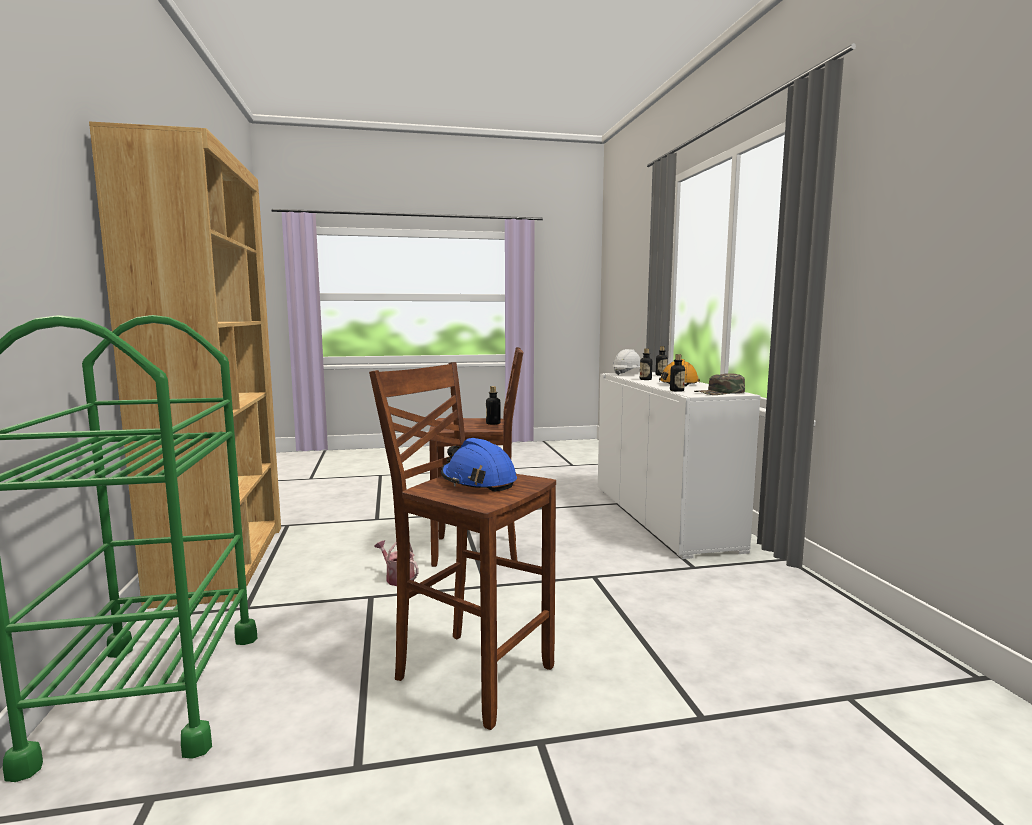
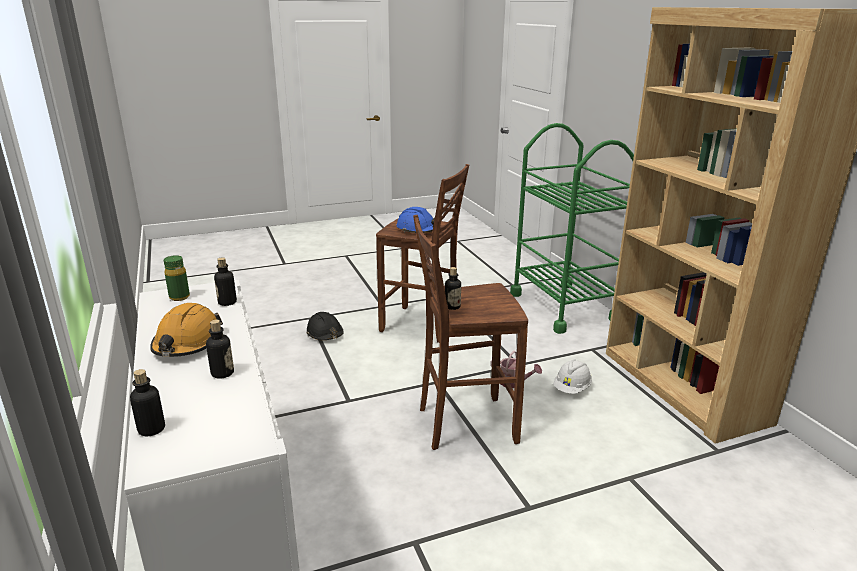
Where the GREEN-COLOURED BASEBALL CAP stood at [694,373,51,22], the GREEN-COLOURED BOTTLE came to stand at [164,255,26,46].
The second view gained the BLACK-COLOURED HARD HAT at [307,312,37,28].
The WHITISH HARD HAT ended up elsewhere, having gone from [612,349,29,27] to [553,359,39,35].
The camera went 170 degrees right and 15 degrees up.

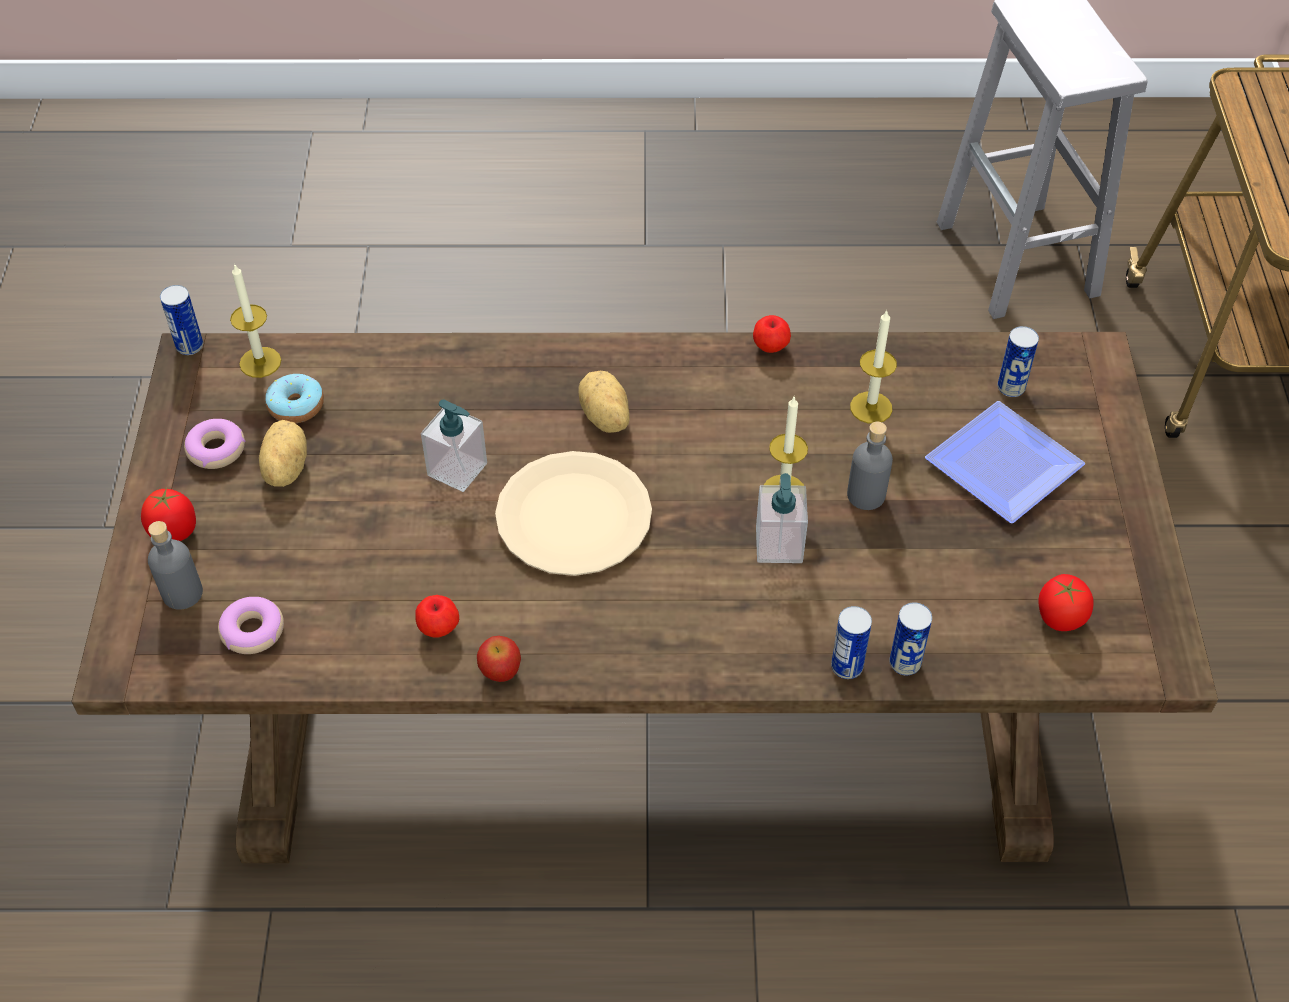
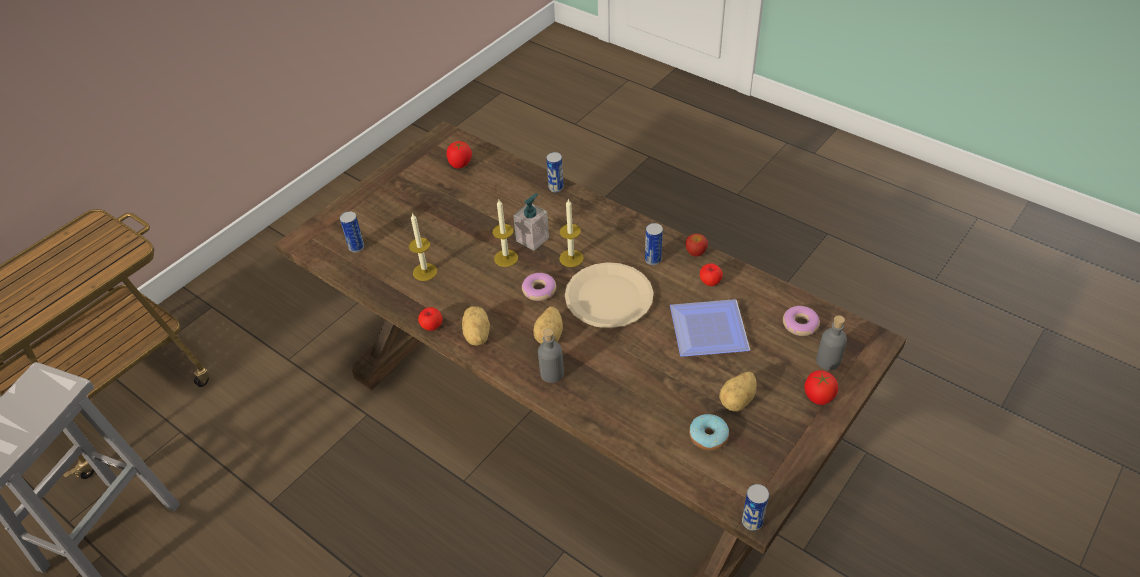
The second view gained the WHOLE POTATO at [462,306,28,40].
The DONUT ended up elsewhere, having gone from [184,419,62,50] to [522,273,34,28].
The GRAY BOTTLE ended up elsewhere, having gone from [847,422,46,88] to [538,328,26,55].
The CANDLE ended up elsewhere, having gone from [230,263,51,115] to [559,199,25,68].
The SEALED CAN ended up elsewhere, having gone from [889,603,43,73] to [645,223,18,42].
The PLATE ended up elsewhere, having gone from [925,401,160,122] to [670,299,80,58].
The second view lost the LIQUID SOAP BOTTLE at [421,399,66,93].
The camera went 140 degrees left and 5 degrees down.

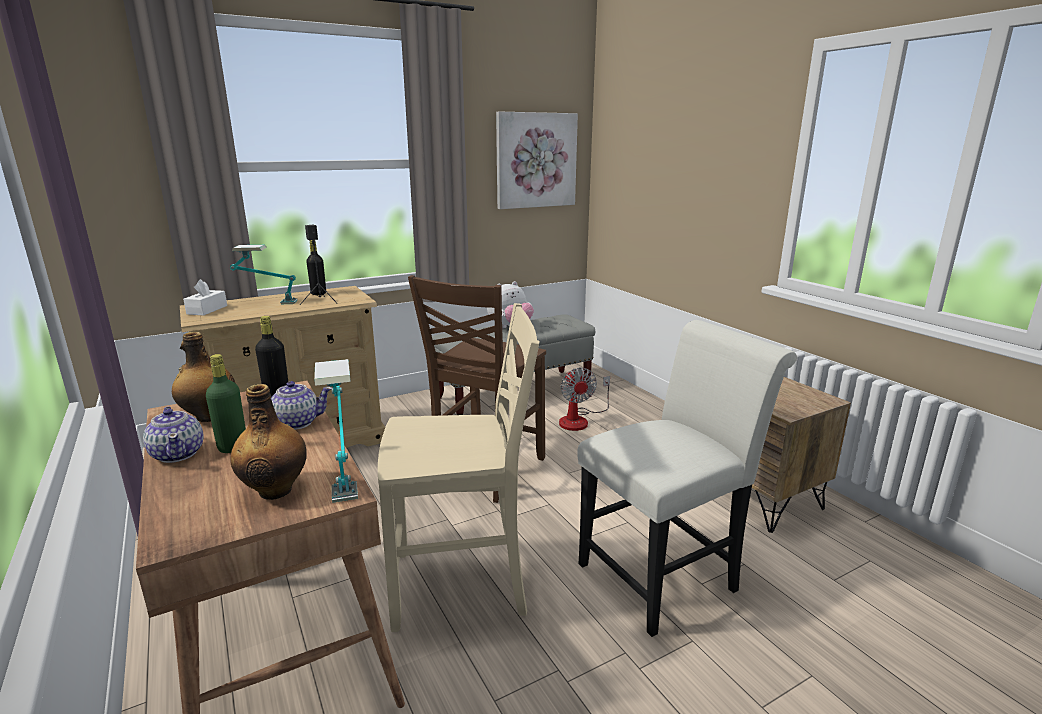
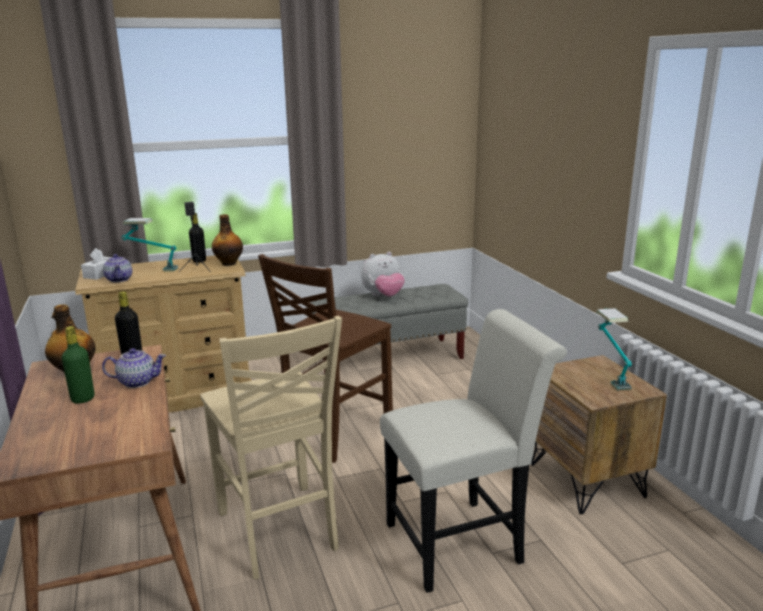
The TEAPOT ended up elsewhere, having gone from [143,406,61,57] to [103,254,29,28].
The BEIGE PLAIN CHAIR at [378,303,162,329] ended up facing another way, 60 degrees clockwise from before.
The BOTTLE ended up elsewhere, having gone from [230,384,77,116] to [212,214,31,52].
The LAMP FOR A TABLE ended up elsewhere, having gone from [314,359,44,144] to [596,308,36,82].
The second view lost the WALL ART at [496,112,82,97].
The second view lost the COOLING FAN at [559,367,51,64].
The camera went 10 degrees right and 0 degrees up.

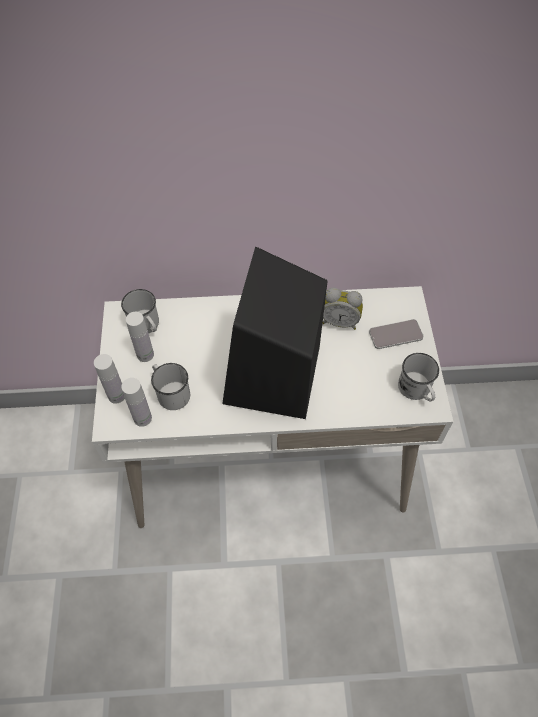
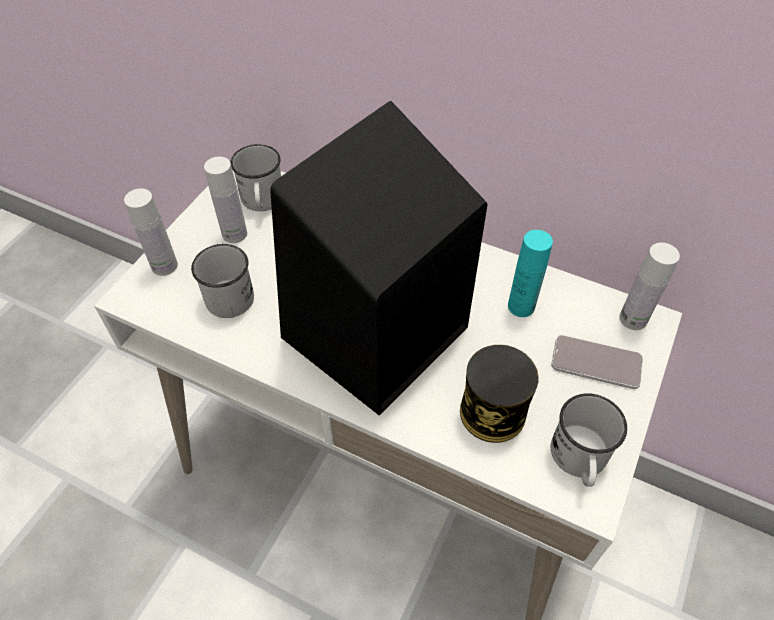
The second view gained the SEALED CAN at [460,345,79,98].
Where the BEDSIDE CLOCK stood at [322,287,41,43], the BLUE-GREEN BOTTLE came to stand at [508,230,45,87].
The WHITISH BOTTLE ended up elsewhere, having gone from [121,378,31,49] to [619,243,61,87].
The camera went 30 degrees right and 5 degrees down.

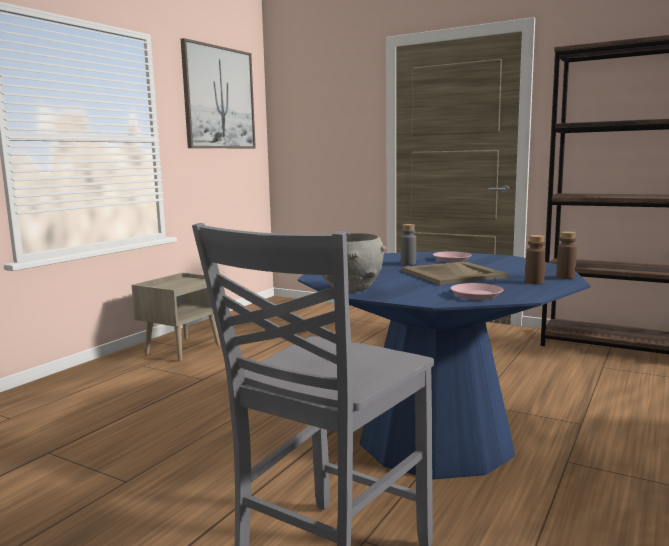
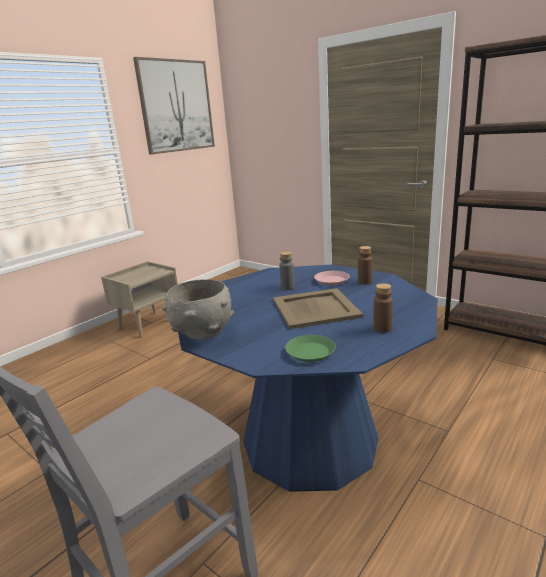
What was the PINK-COLOURED PLATE at [450,283,53,17] turned into the GREEN-COLOURED PLATE at [285,335,51,27].
The BROWN BOTTLE ended up elsewhere, having gone from [556,231,21,48] to [358,246,14,38].
The camera went 10 degrees right and 10 degrees up.

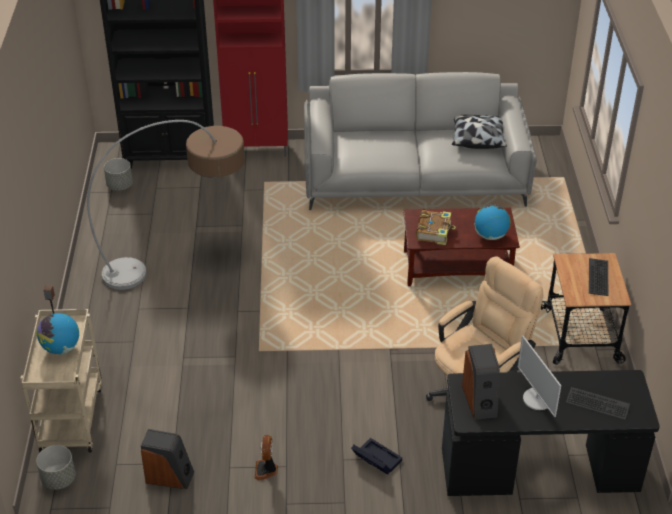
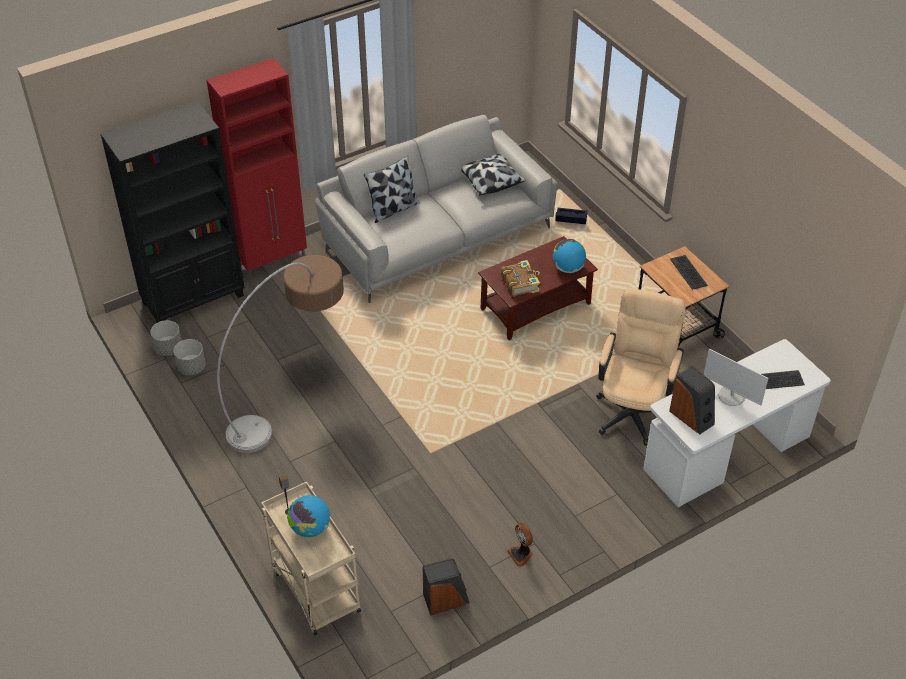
The GRAY PLANTER ended up elsewhere, having gone from [36,445,40,45] to [174,339,32,36].
The second view gained the THROW PILLOW at [364,156,56,67].
The BLACK-COLOURED STORAGE BIN ended up elsewhere, having gone from [351,438,51,37] to [556,208,32,16].
What was the BLACK-COLOURED DESK UNIT at [442,370,218,126] turned into the WHITISH DESK UNIT at [643,339,188,168].
The camera went 30 degrees left and 5 degrees up.

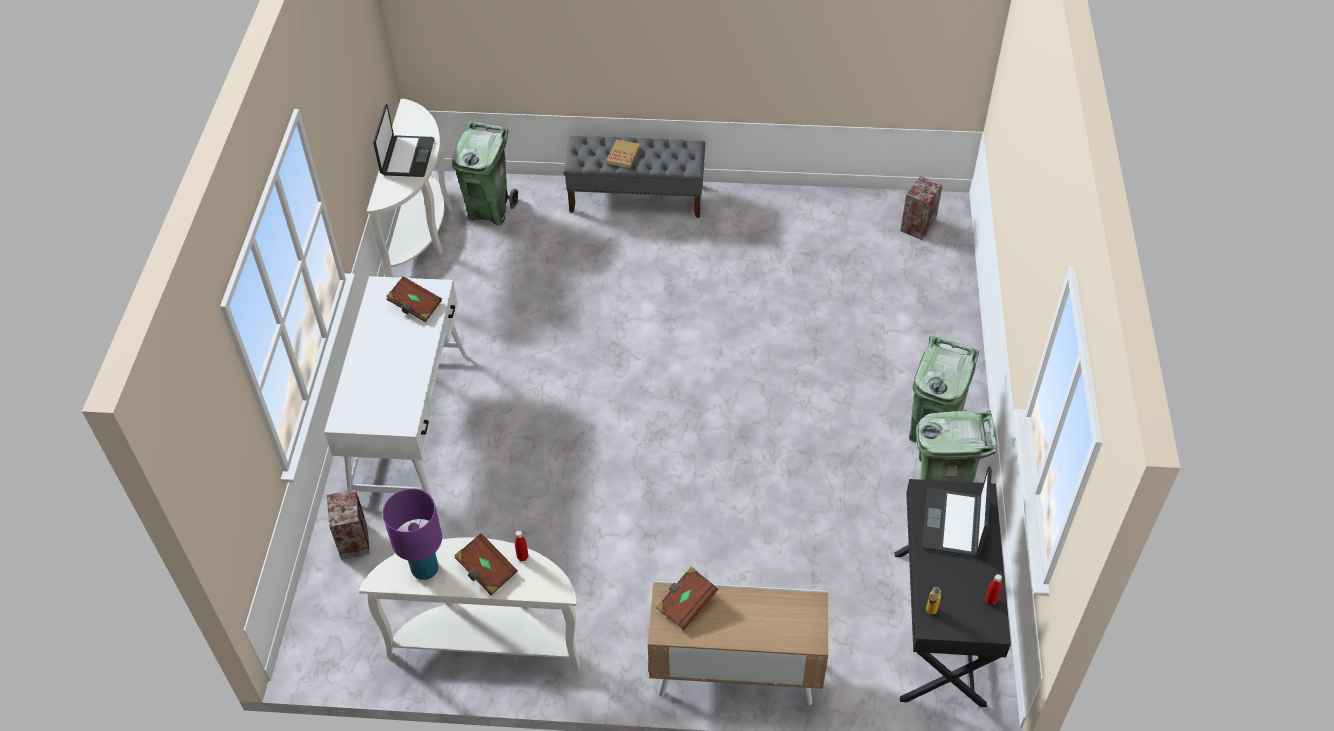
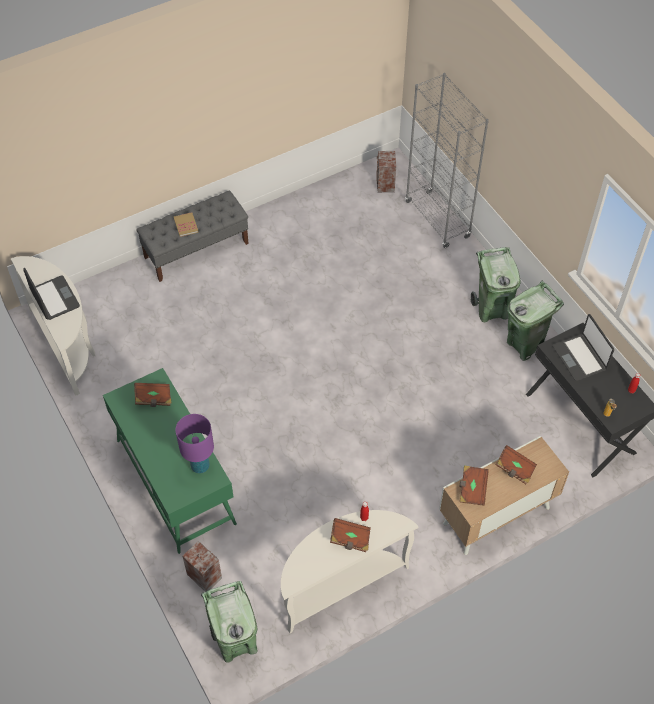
What was the WHITISH DESK UNIT at [324,276,143,221] turned into the GREEN-COLOURED DESK UNIT at [103,368,134,186].
The PURPLE-COLOURED LAMP FOR A TABLE ended up elsewhere, having gone from [383,489,59,91] to [175,414,39,59].
The GREEN-COLOURED WASTE BIN ended up elsewhere, having gone from [452,122,67,103] to [201,581,57,82].
The second view gained the GRAY BOOKCASE at [405,73,84,175].
The second view gained the BROWN BOUND BOOK at [496,445,41,39].
The camera went 35 degrees left and 5 degrees up.

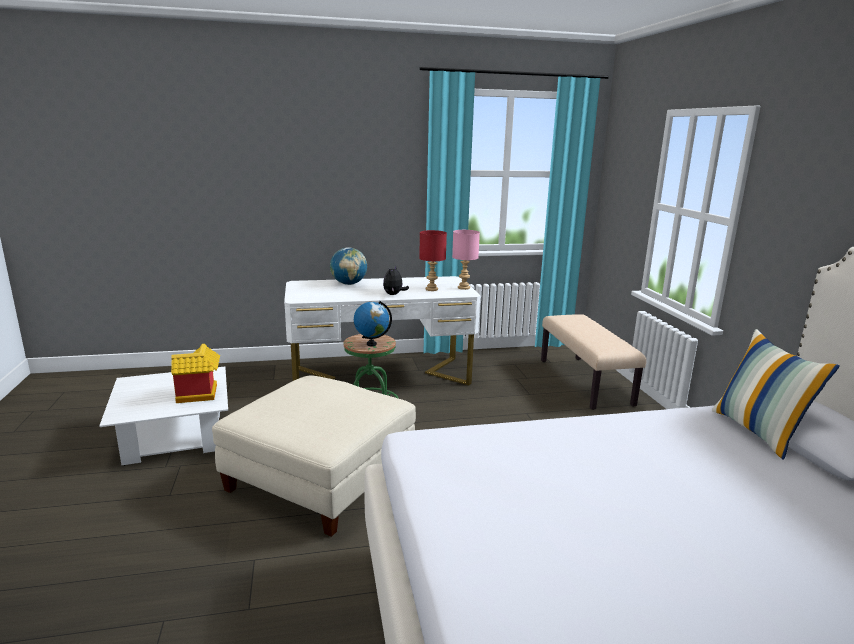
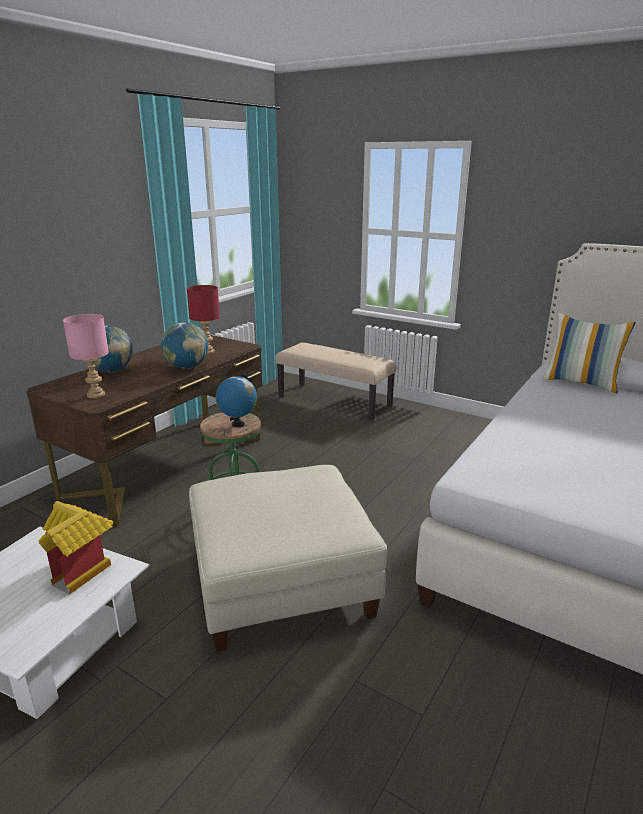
What was the WHITISH DESK UNIT at [284,276,197,110] turned into the BROWN DESK UNIT at [26,335,236,191].
The PINK-COLOURED LAMP FOR A TABLE ended up elsewhere, having gone from [452,230,28,60] to [63,314,46,84].
Where the CUDDLY TOY stood at [383,265,26,30], the WORLD GLOBE came to stand at [161,322,47,47].
The camera went 45 degrees left and 5 degrees up.

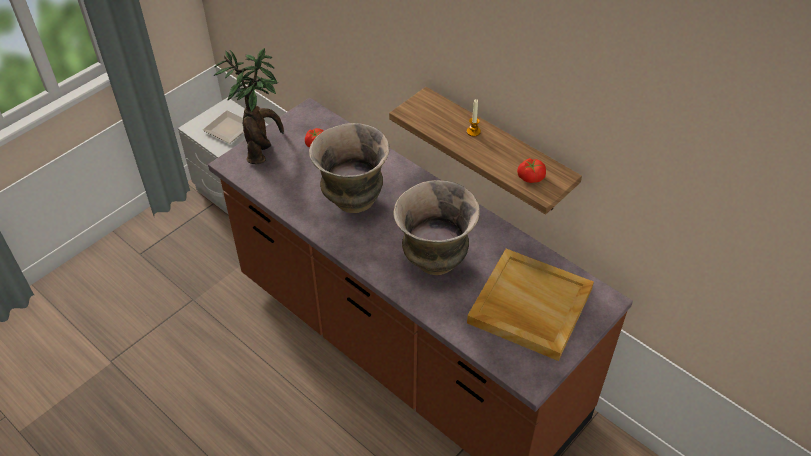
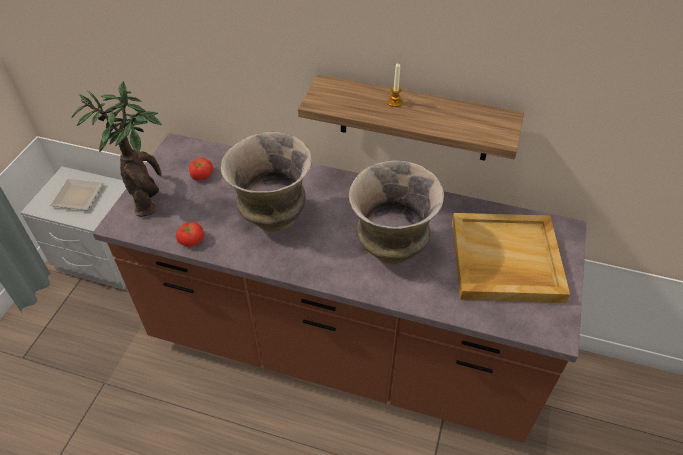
The WHOLE TOMATO ended up elsewhere, having gone from [517,158,29,25] to [176,222,28,24].
The camera went 25 degrees left and 0 degrees up.

